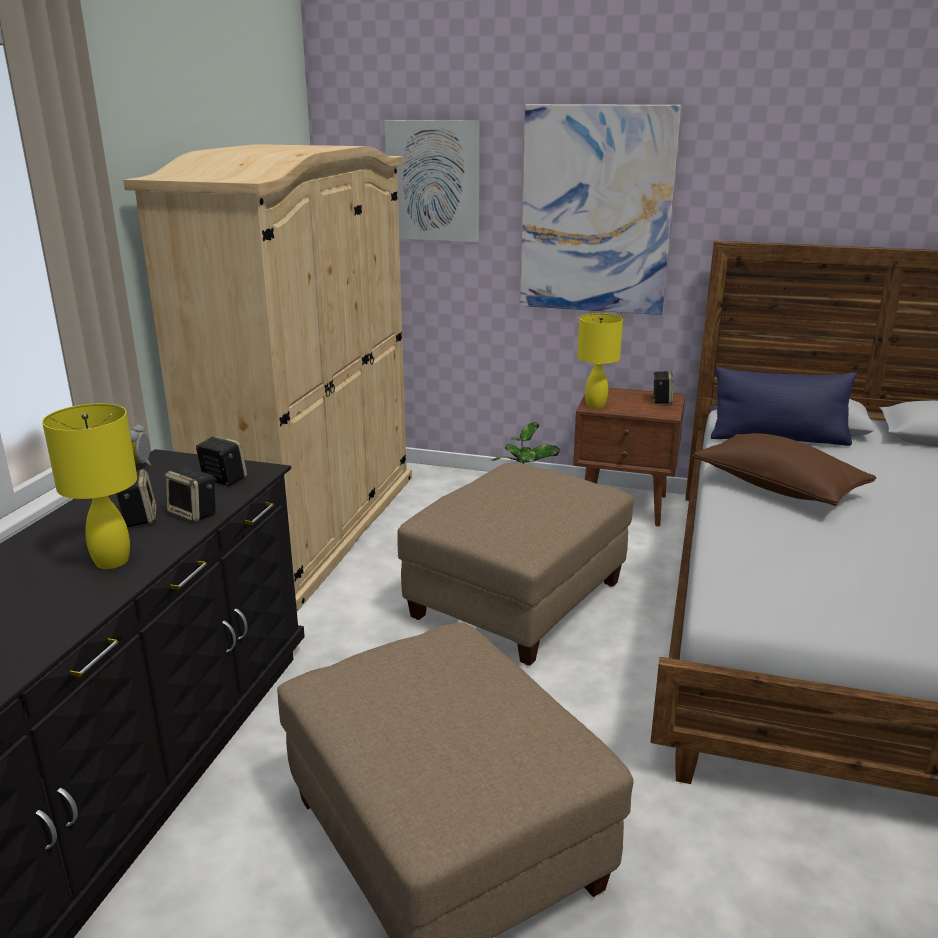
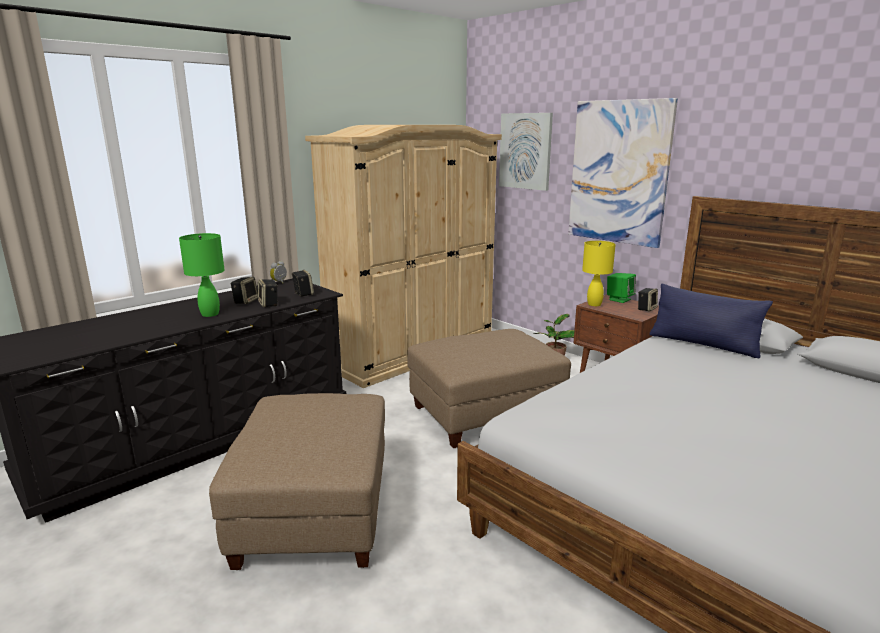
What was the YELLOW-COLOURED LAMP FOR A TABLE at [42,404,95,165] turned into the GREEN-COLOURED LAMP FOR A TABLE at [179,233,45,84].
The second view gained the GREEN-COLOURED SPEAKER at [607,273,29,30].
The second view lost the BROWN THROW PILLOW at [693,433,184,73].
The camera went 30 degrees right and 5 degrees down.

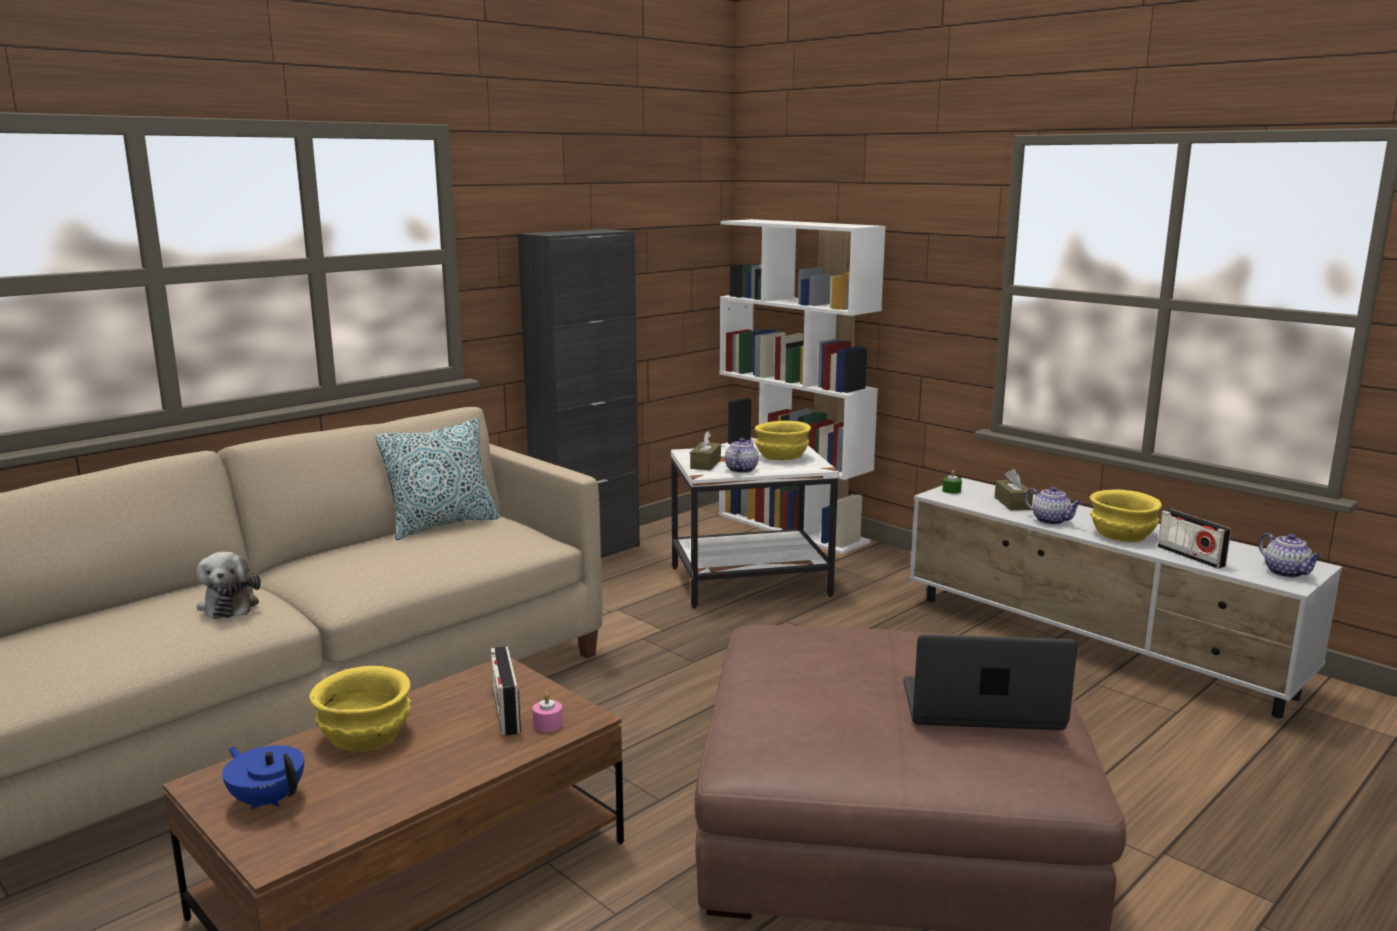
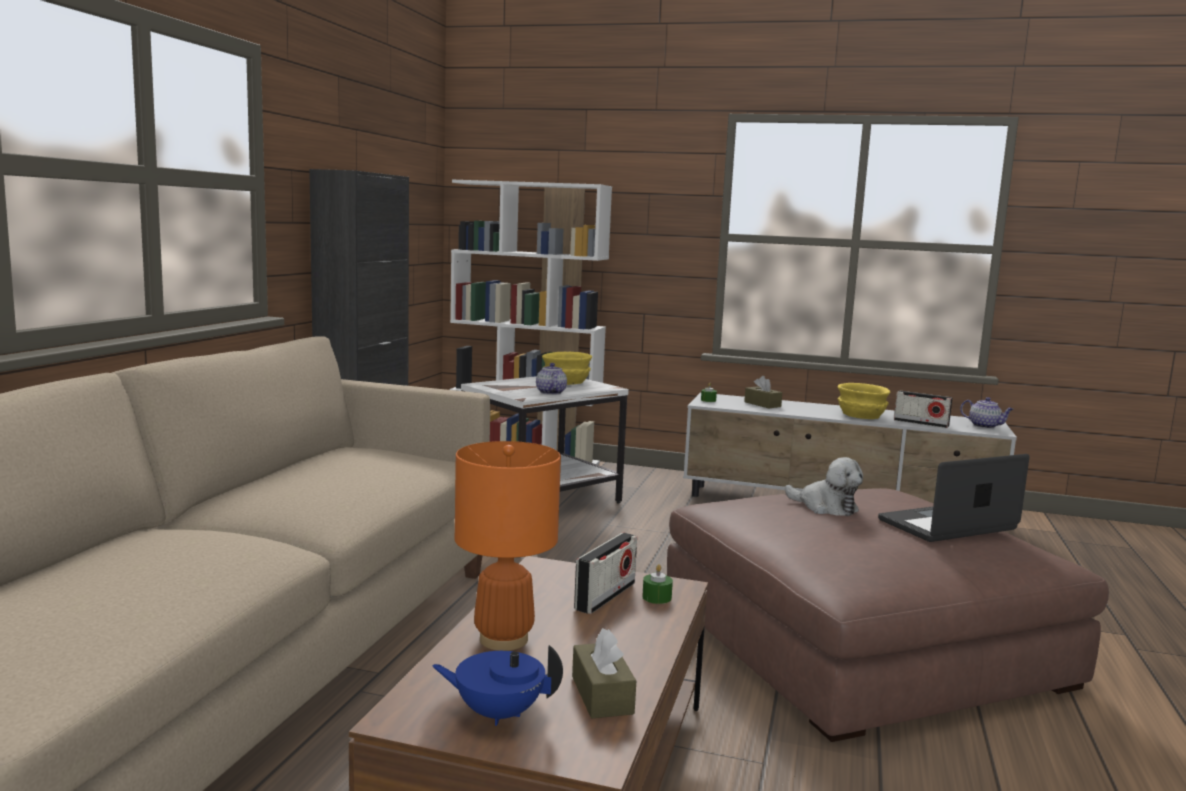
Where the YELLOW-COLOURED SERVING BOWL stood at [309,666,102,85], the ORANGE-COLOURED LAMP FOR A TABLE came to stand at [455,441,106,210].
The BROWN TISSUE BOX ended up elsewhere, having gone from [690,431,31,39] to [572,628,64,90].
The RADIO SET at [491,646,30,90] ended up facing another way, 105 degrees counterclockwise from before.
What was the PINK-COLOURED CANDLE at [533,693,30,39] turned into the GREEN-COLOURED CANDLE at [642,564,31,40].
The CUDDLY TOY ended up elsewhere, having gone from [197,552,64,67] to [785,457,78,59].
The second view lost the THROW PILLOW at [375,418,125,122].
The second view lost the TEAPOT at [1024,486,58,39].
The camera went 30 degrees left and 5 degrees down.

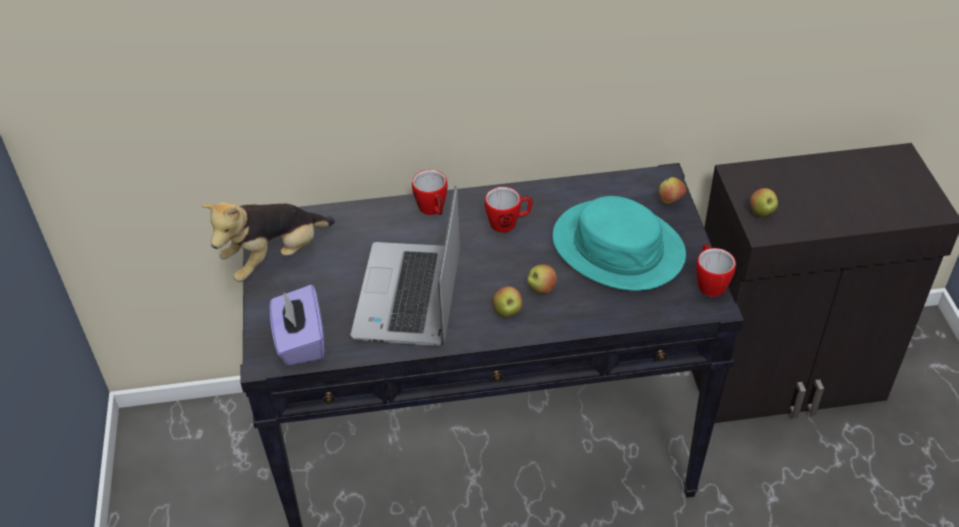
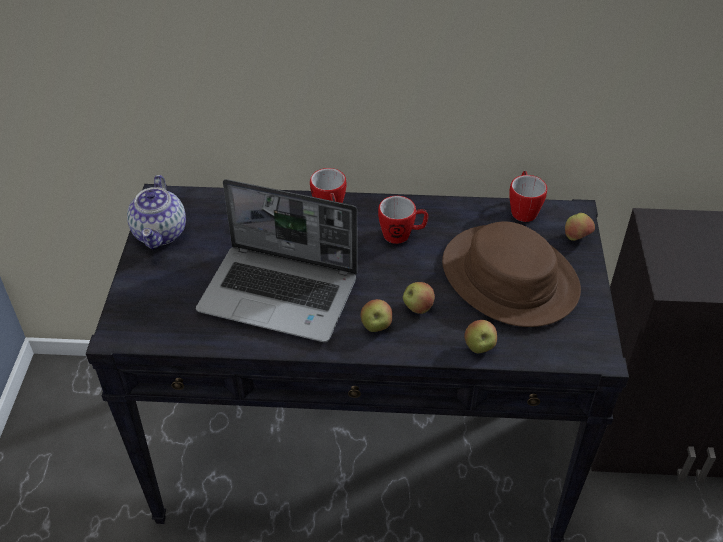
Where the CUDDLY TOY stood at [202,202,133,80], the TEAPOT came to stand at [127,175,59,74].
The LAPTOP at [351,186,109,160] ended up facing another way, 90 degrees counterclockwise from before.
What was the BLUE-GREEN WEARABLE HAT at [552,196,134,95] turned into the BROWN WEARABLE HAT at [442,222,139,105].
The APPLE ended up elsewhere, having gone from [750,188,28,29] to [464,320,33,33].
The TEA MUG ended up elsewhere, having gone from [696,243,40,54] to [509,171,38,51].
The second view lost the PURPLE-COLOURED TISSUE BOX at [270,285,55,81].
The camera went 10 degrees right and 0 degrees up.

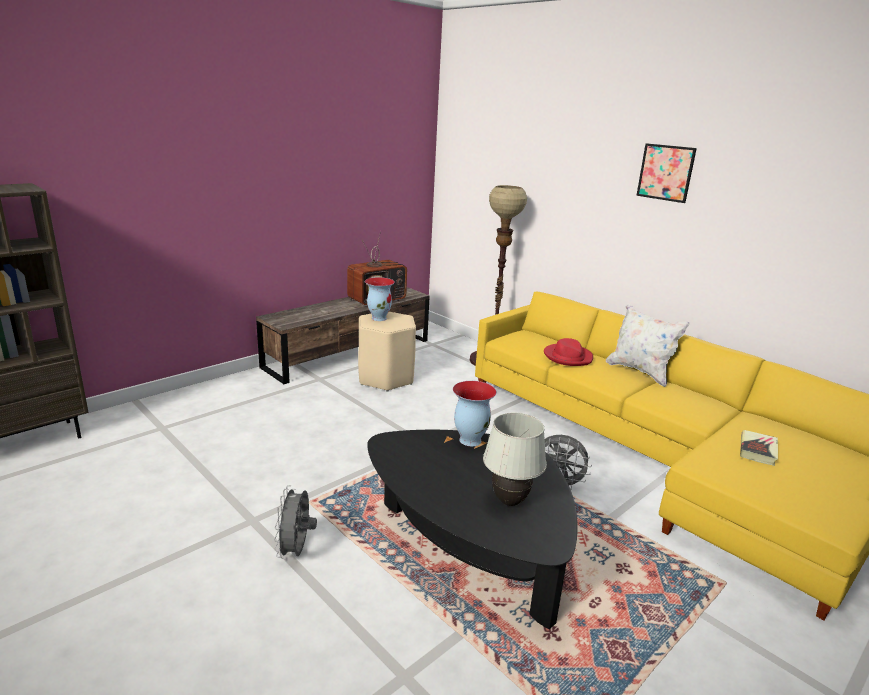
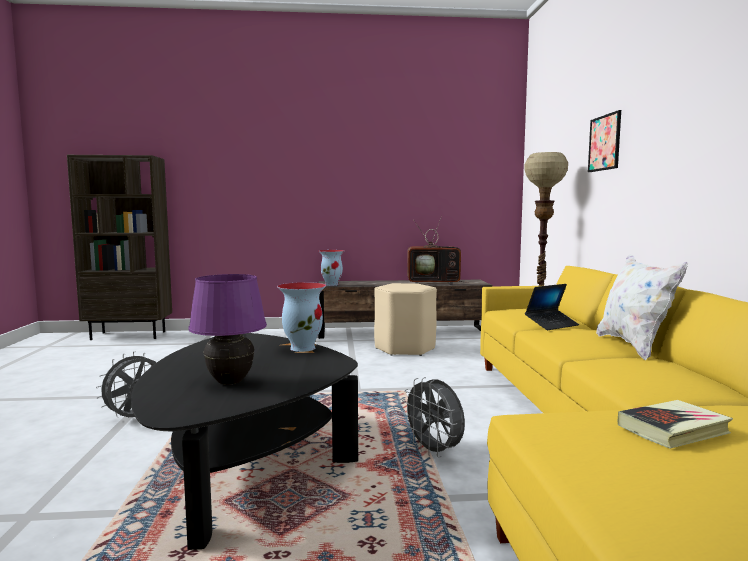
What was the WHITISH LAMP FOR A TABLE at [483,413,64,93] turned into the PURPLE-COLOURED LAMP FOR A TABLE at [189,274,78,111].
The FLOWER VASE ended up elsewhere, having gone from [365,277,30,44] to [319,250,25,36].
Where the RED WEARABLE HAT stood at [544,338,49,28], the LAPTOP came to stand at [525,284,54,46].
The WALL ART ended up elsewhere, having gone from [636,143,61,60] to [588,110,33,62].
The camera went 40 degrees right and 15 degrees down.

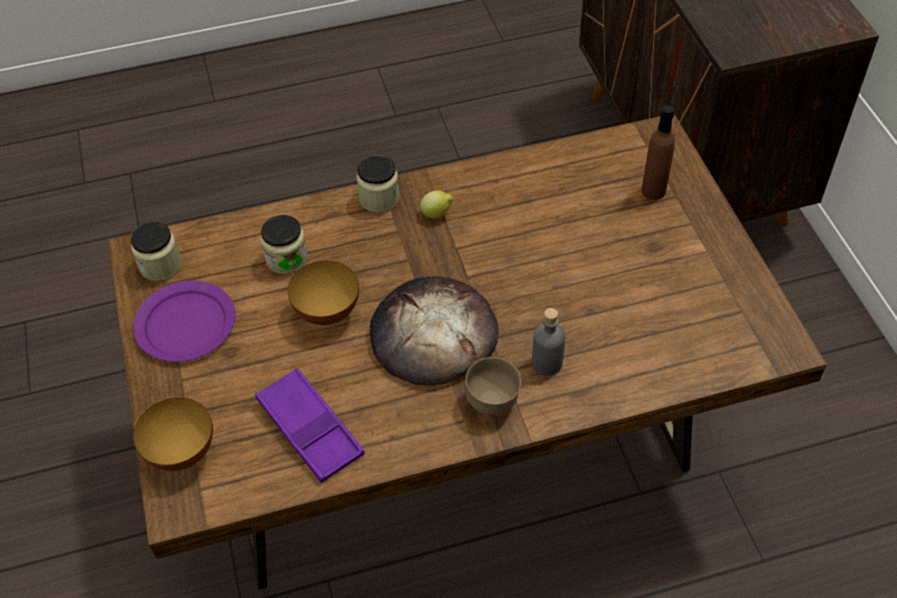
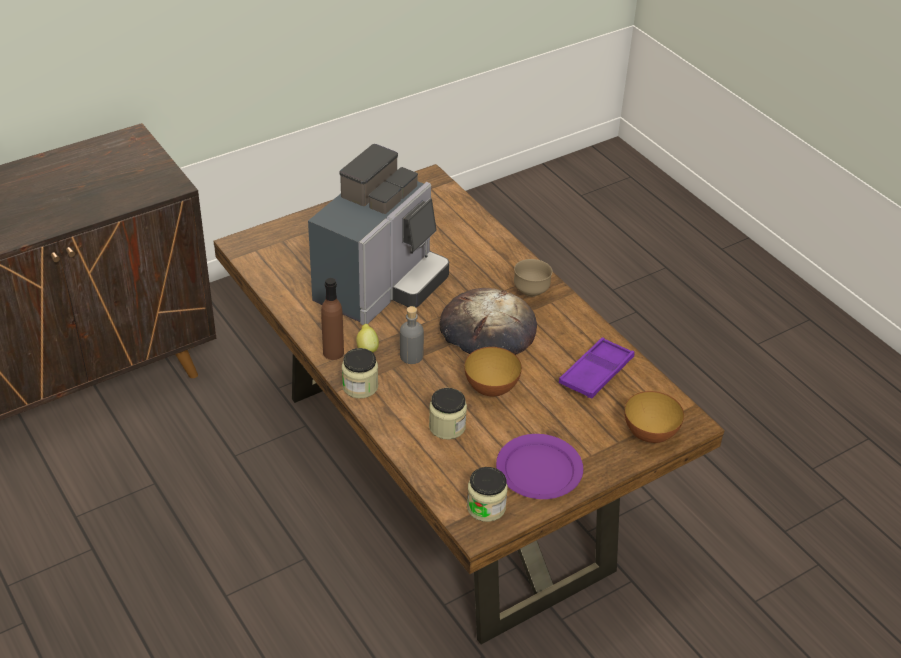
The second view gained the COFFEE MACHINE at [308,144,141,181].
The BROWN BOTTLE ended up elsewhere, having gone from [641,105,34,95] to [321,278,23,82].
The GRAY BOTTLE ended up elsewhere, having gone from [532,308,33,68] to [400,306,24,58].
The camera went 110 degrees left and 10 degrees down.

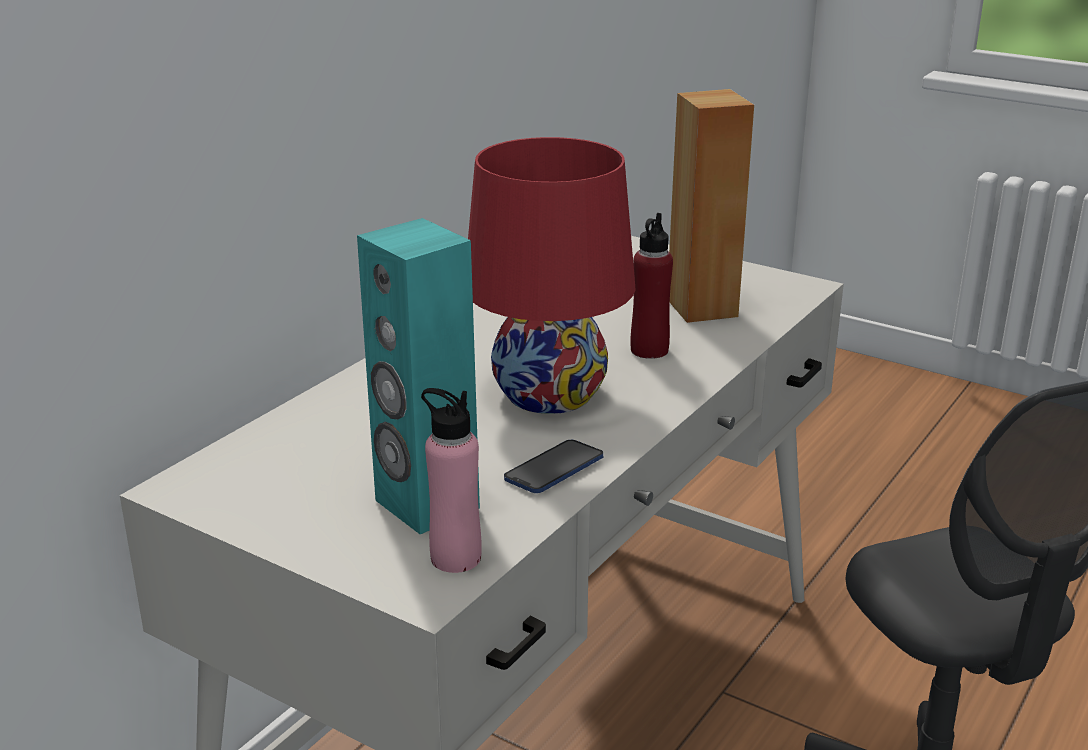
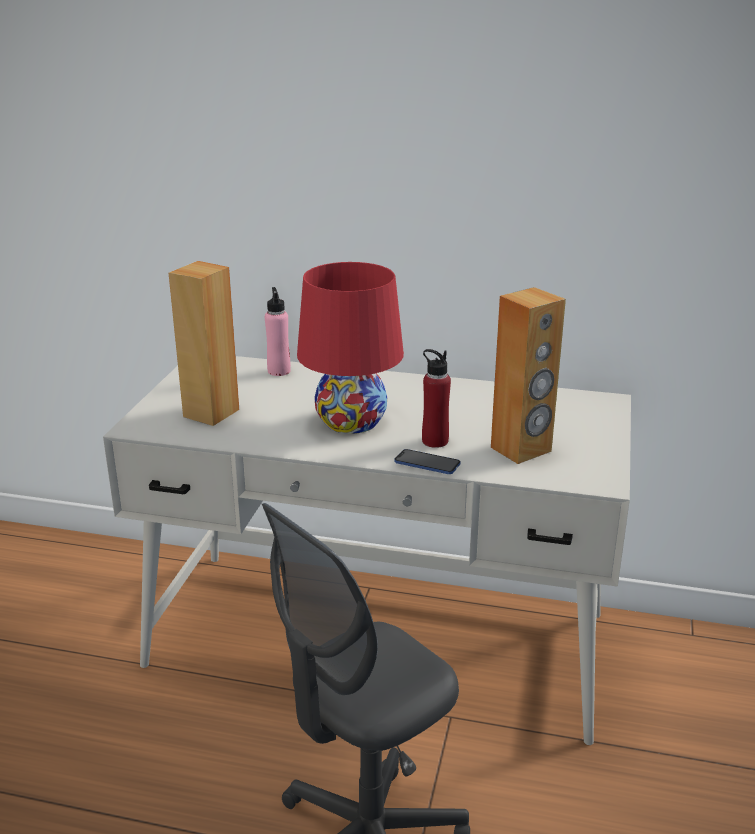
What was the BLUE-GREEN SPEAKER at [357,218,123,316] turned into the BROWN SPEAKER at [169,261,70,165].
The PINK-COLOURED BOTTLE ended up elsewhere, having gone from [421,388,61,185] to [265,287,26,89].
The TELEPHONE ended up elsewhere, having gone from [504,440,99,53] to [394,449,66,25].
The camera went 70 degrees right and 0 degrees up.

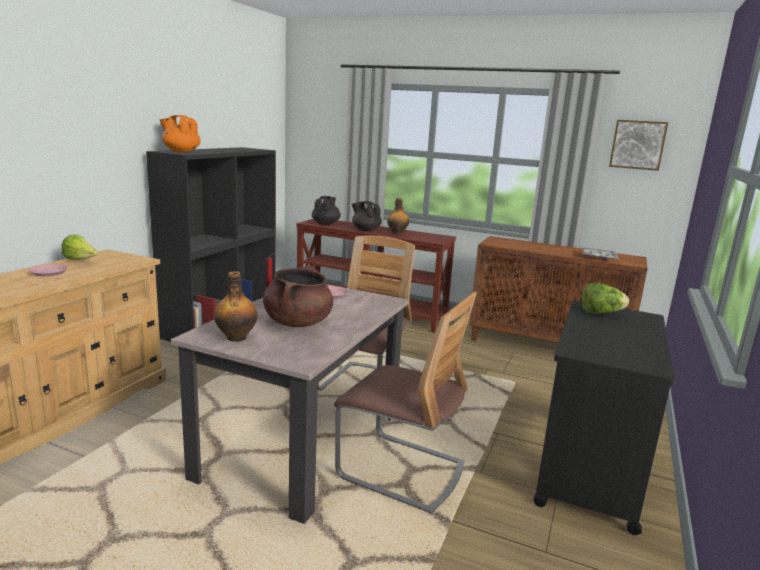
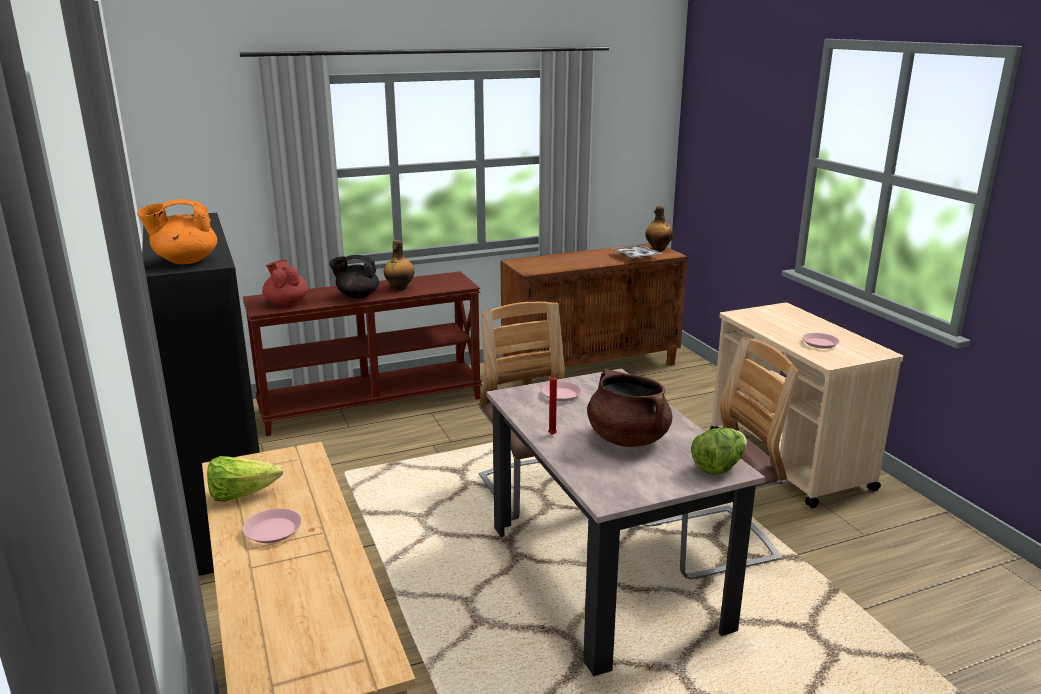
What was the BLACK-COLOURED TEAPOT at [312,196,29,29] turned into the RED TEAPOT at [262,260,47,46].
The BOTTLE ended up elsewhere, having gone from [214,271,43,71] to [645,206,28,45].
The LETTUCE HEAD ended up elsewhere, having gone from [582,283,47,31] to [691,428,56,47].
What was the BLACK-COLOURED CART at [533,300,142,235] turned into the BEIGE CART at [710,303,193,205].
The second view gained the PINK-COLOURED PLATE at [802,333,38,16].
The second view lost the WALL ART at [609,120,59,51].
The camera went 45 degrees left and 5 degrees up.

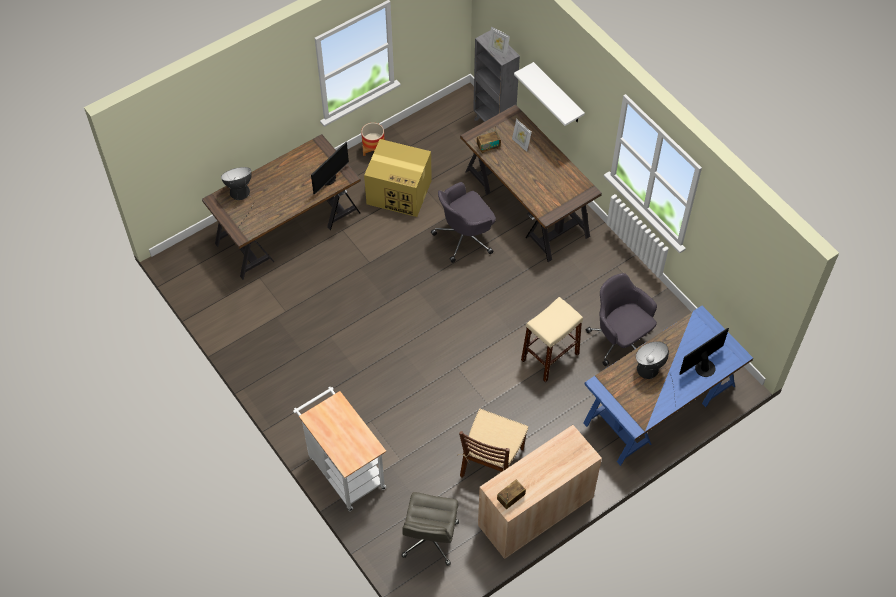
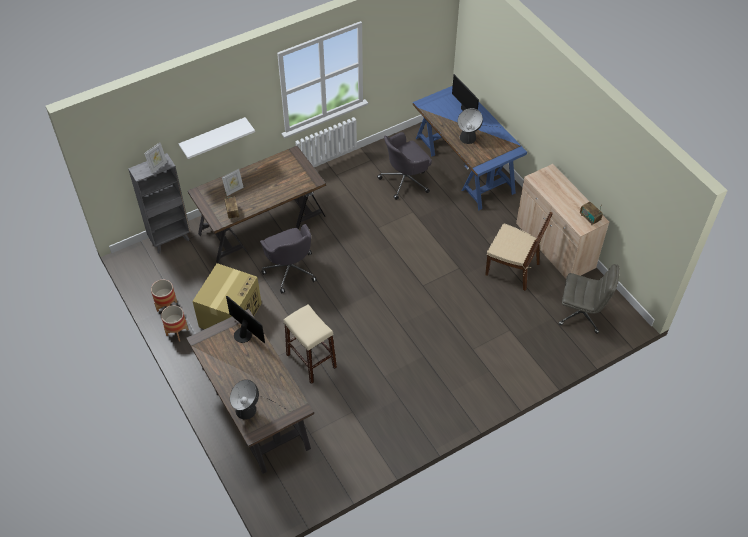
The second view gained the PLANTER at [151,280,26,32].
The BEIGE SITTING STOOL ended up elsewhere, having gone from [521,297,62,85] to [284,304,53,80].
The second view lost the WHITISH CART at [293,387,93,124].
The camera went 85 degrees left and 5 degrees down.

